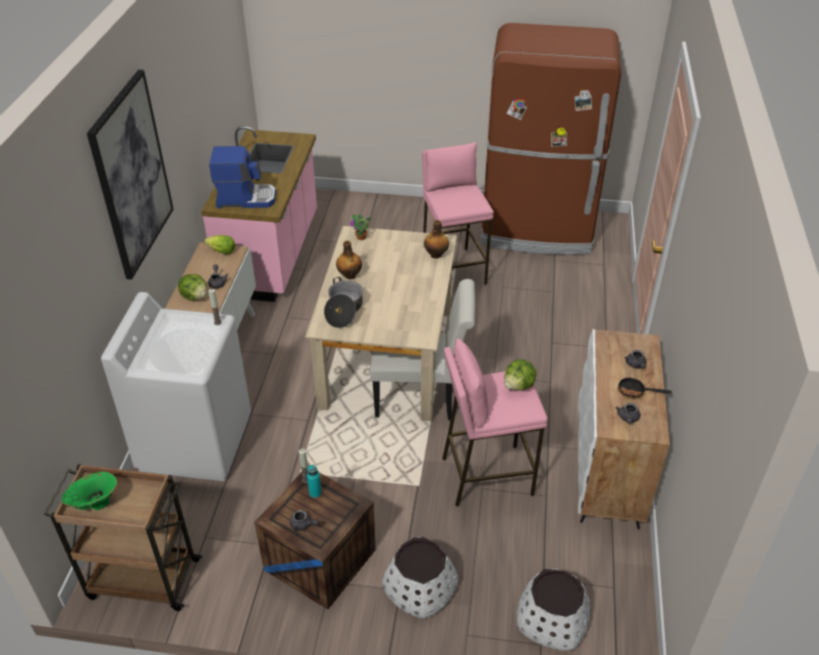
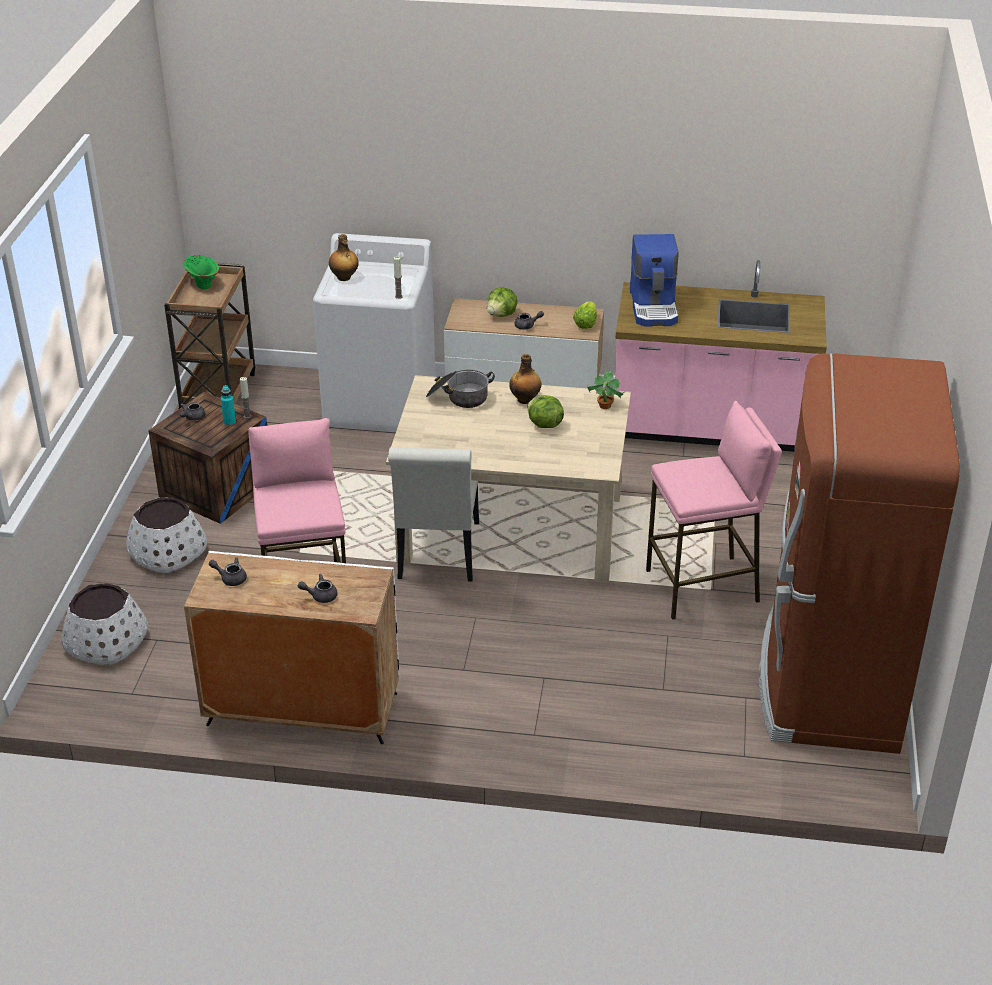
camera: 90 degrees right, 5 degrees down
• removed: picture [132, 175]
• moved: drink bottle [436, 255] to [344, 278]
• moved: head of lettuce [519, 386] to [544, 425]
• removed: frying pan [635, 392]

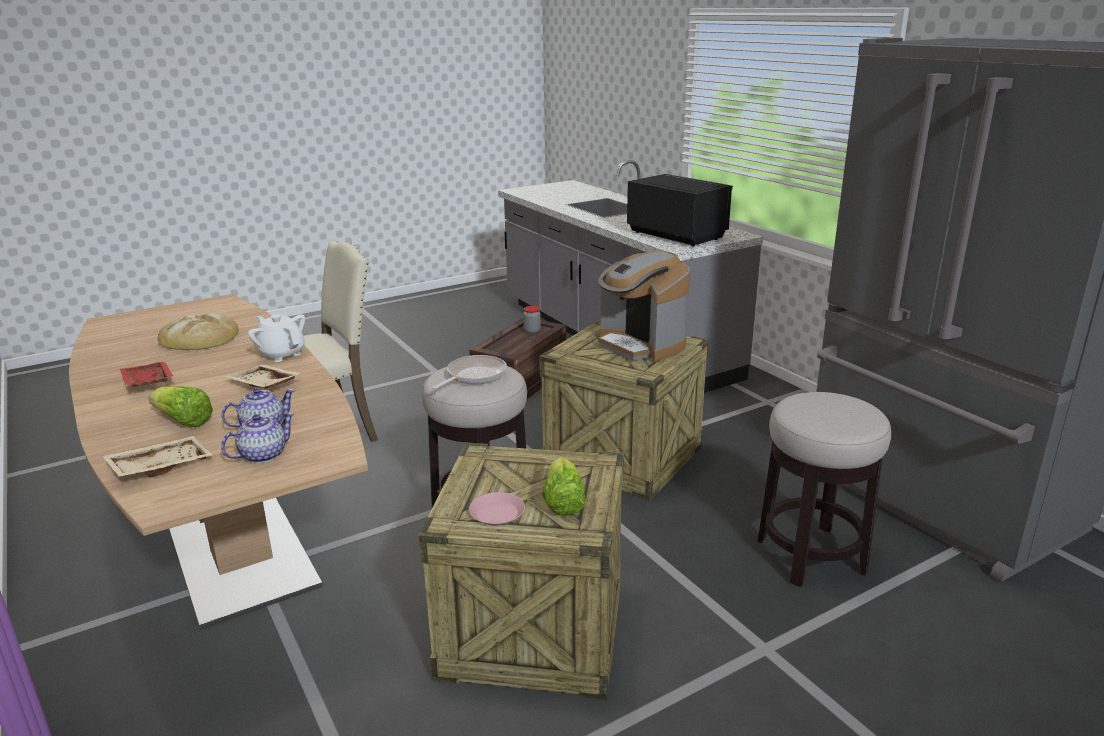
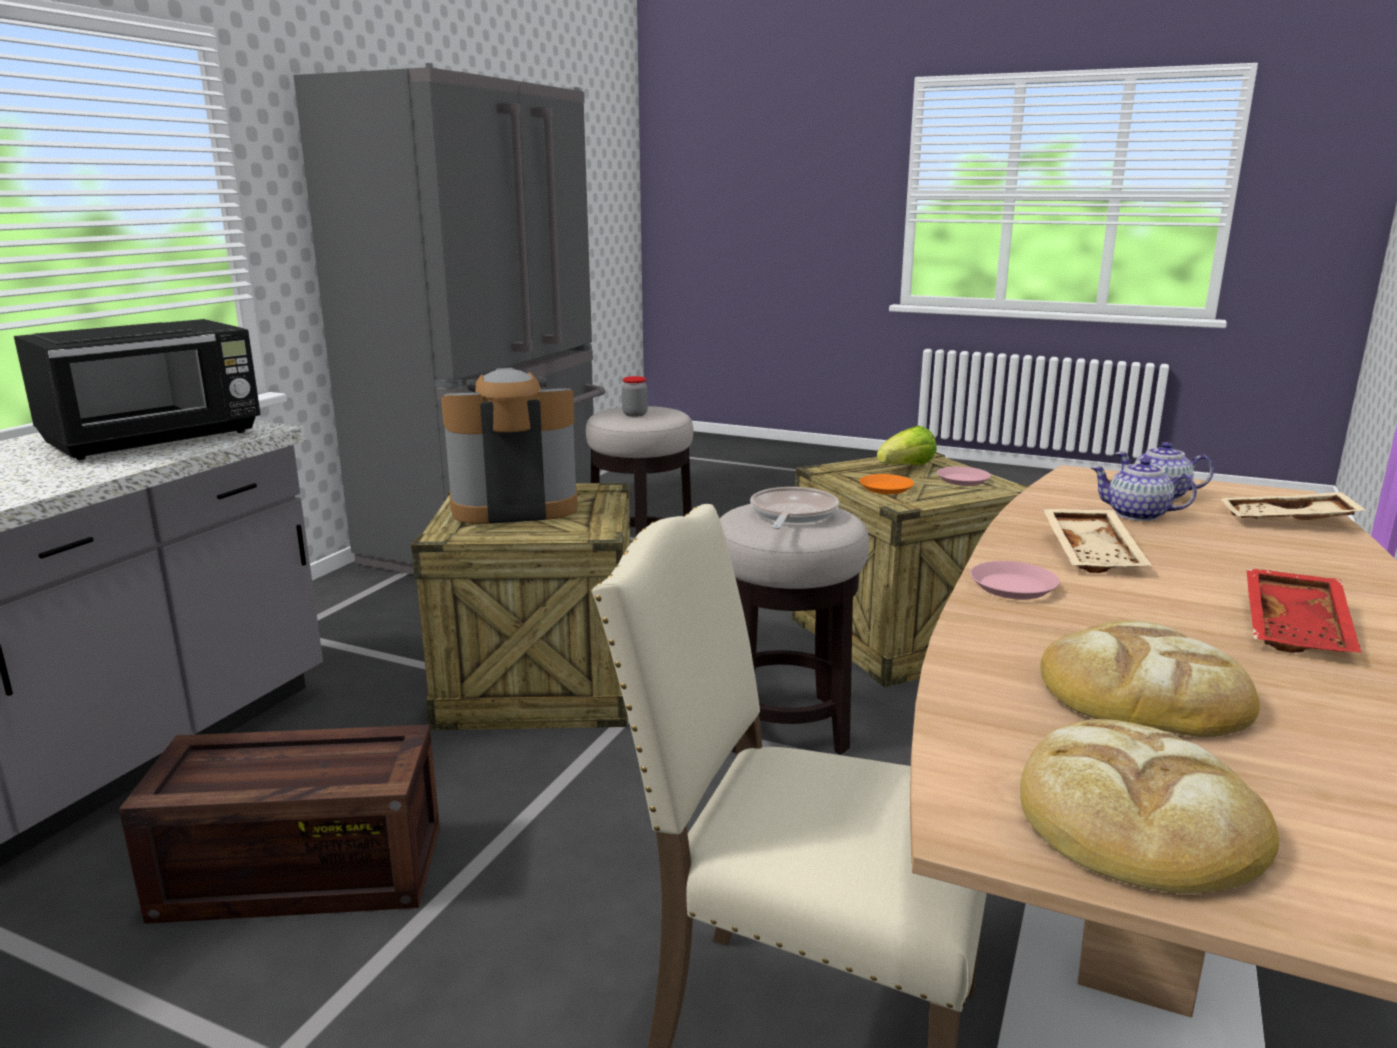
camera: 125 degrees left, 5 degrees down
• removed: head of lettuce [183, 422]
• replaced: white-coloured pot for tea [281, 354] to pink flat dish [1012, 587]
• turned: frying pan [473, 376] = [792, 514] 105 degrees clockwise
• moved: storage jar [532, 331] to [635, 414]
• turned: coffee brewer [640, 345] = [514, 505] 120 degrees counterclockwise
• turned: blackish kitchen microwave [676, 235] = [156, 439] 150 degrees counterclockwise
• added: orange-coloured flat dish [886, 488]
• added: bread [1136, 817]

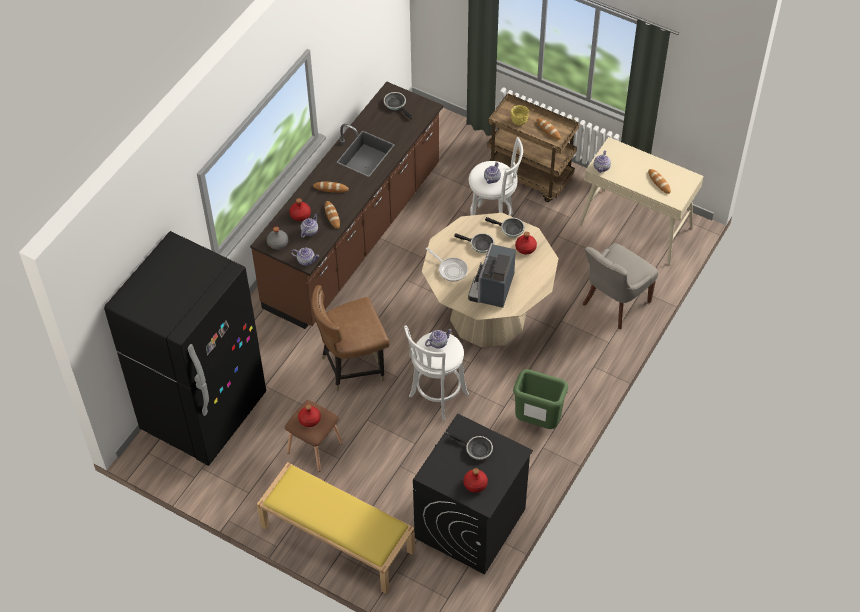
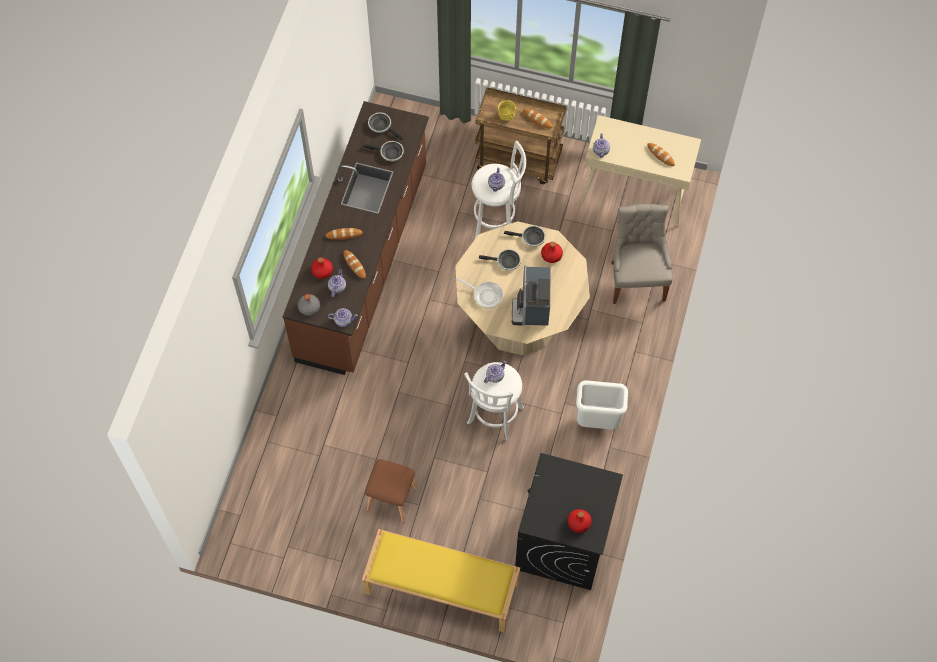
camera: 15 degrees left, 10 degrees up
• removed: blackish kitchen fridge [204, 413]
• removed: red drink bottle [309, 419]
• removed: brown chair [352, 366]
• moved: frying pan [476, 449] to [389, 153]
• recoloured: green trash can [537, 422] to white-coloured trash can [597, 422]
• turned: gray chair [614, 303] = [636, 279] 150 degrees clockwise

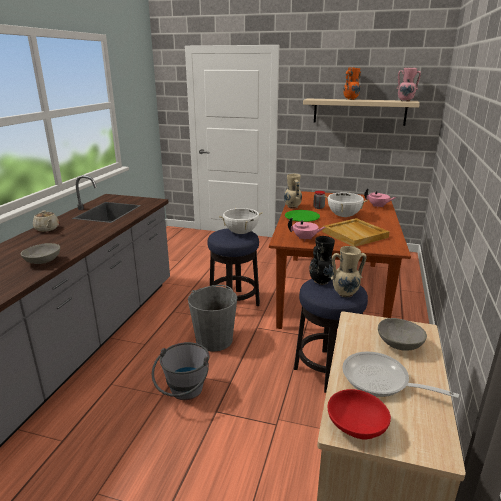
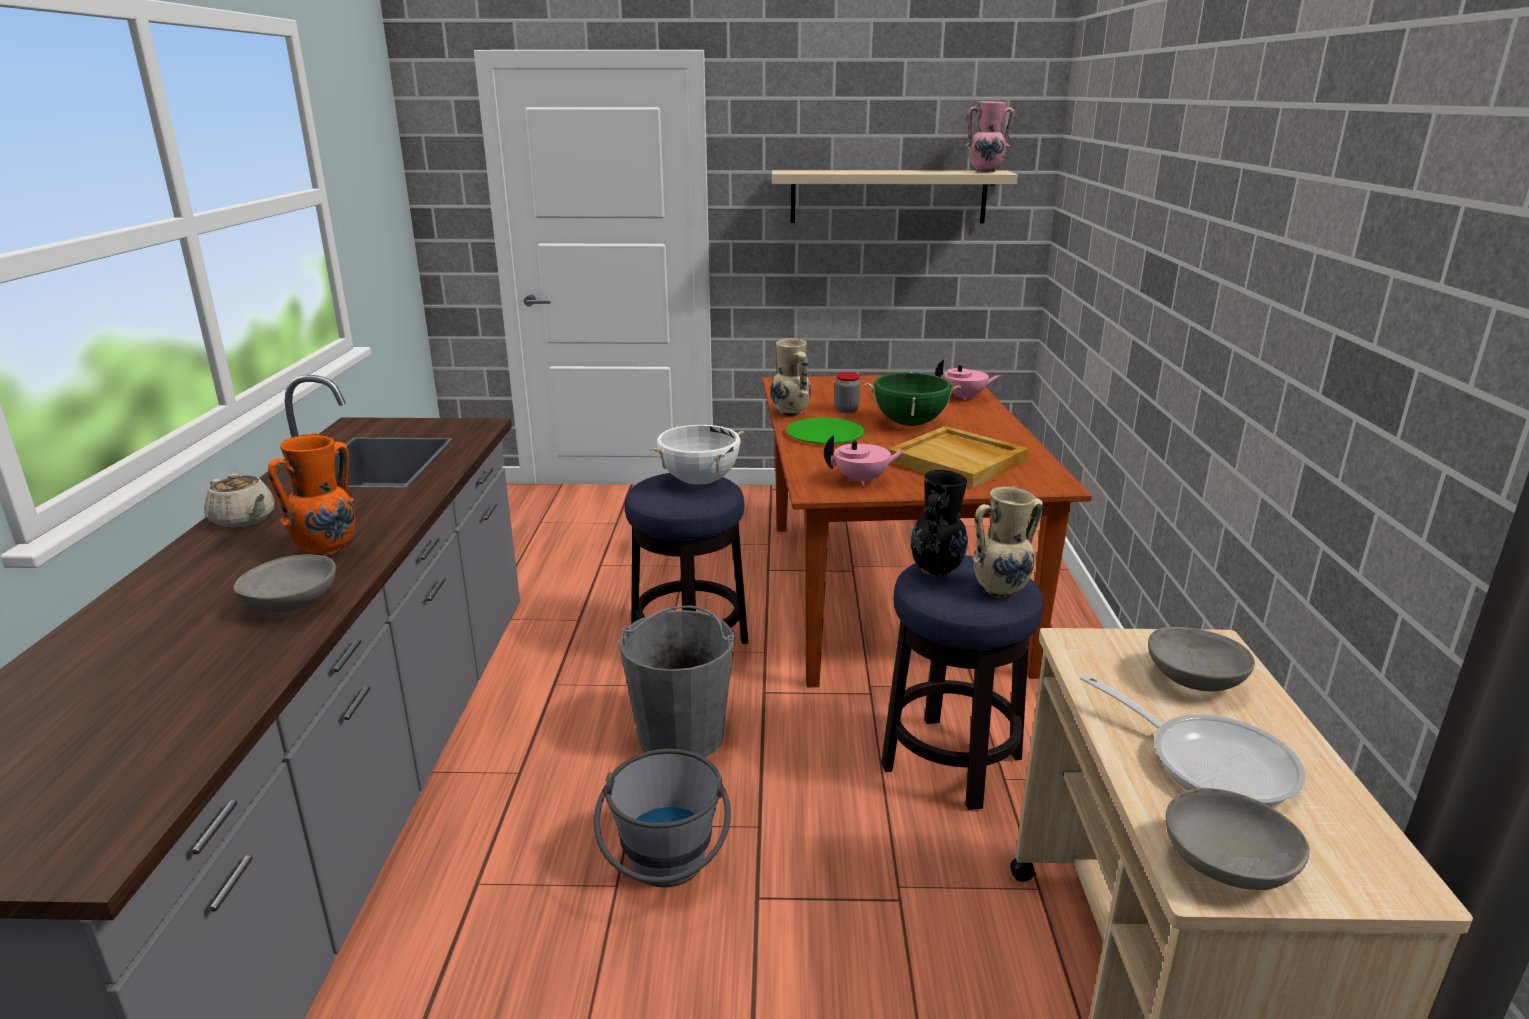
camera: 15 degrees left, 0 degrees up
• recoloured: white-coloured saucepot [343, 216] to green saucepot [909, 424]
• recoloured: red serving bowl [356, 426] to gray serving bowl [1225, 864]
• turned: frying pan [381, 381] = [1209, 762] 150 degrees counterclockwise
• moved: orange-coloured vase [351, 99] to [328, 550]

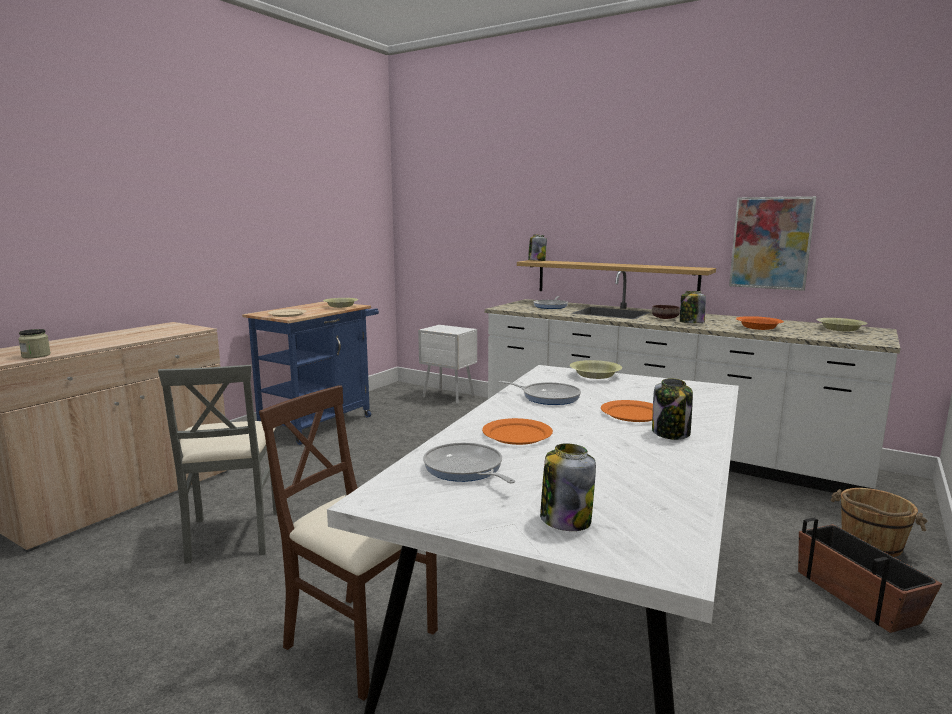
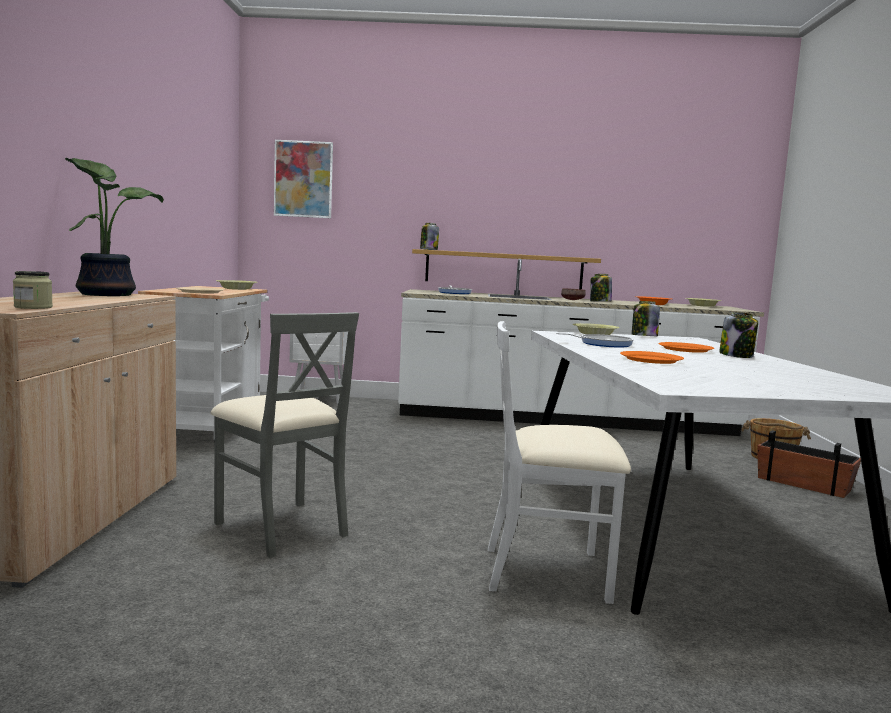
camera: 30 degrees left, 5 degrees down
• recoloured: blue-coloured trolley [322, 422] to white-coloured trolley [211, 429]
• recoloured: brown chair [361, 641] to white-coloured chair [548, 572]
• removed: frying pan [465, 469]
• moved: storage jar [565, 520] to [643, 336]
• moved: picture [771, 243] to [303, 179]
• added: potted plant [107, 294]

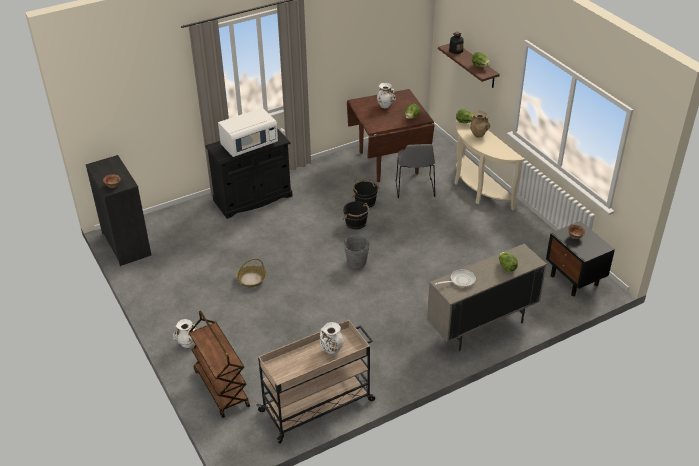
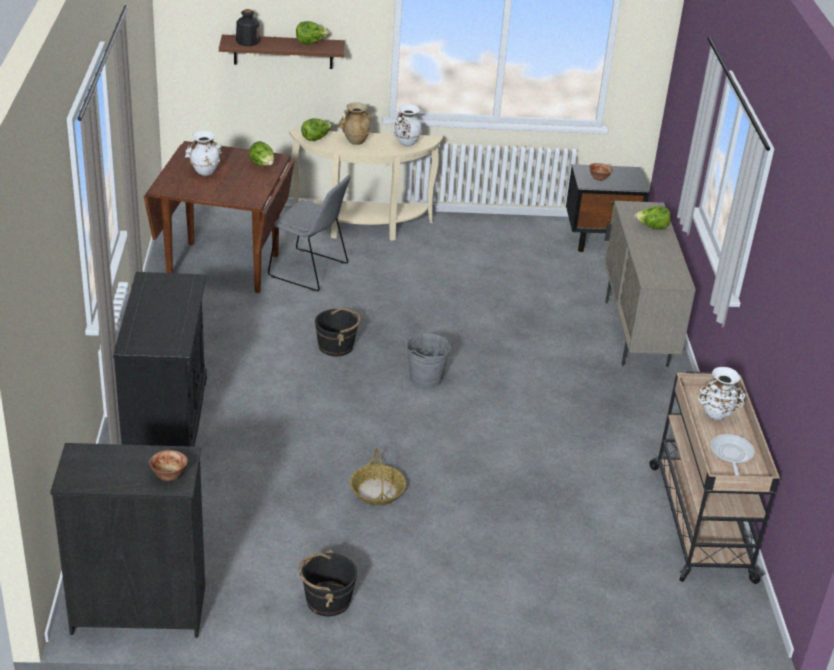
camera: 65 degrees left, 5 degrees down
• moved: white-coloured vase [187, 343] to [406, 143]
• removed: brown trolley [221, 388]
• removed: white-coloured kitchen microwave [249, 145]
• moved: blackish bucket [365, 202] to [327, 600]
• moved: frying pan [460, 281] to [731, 455]

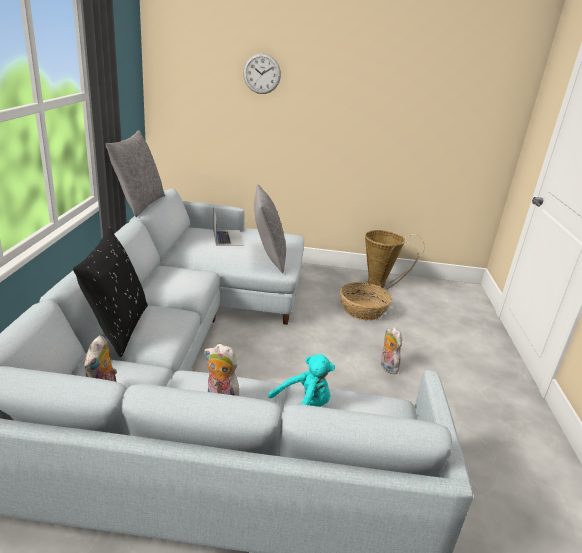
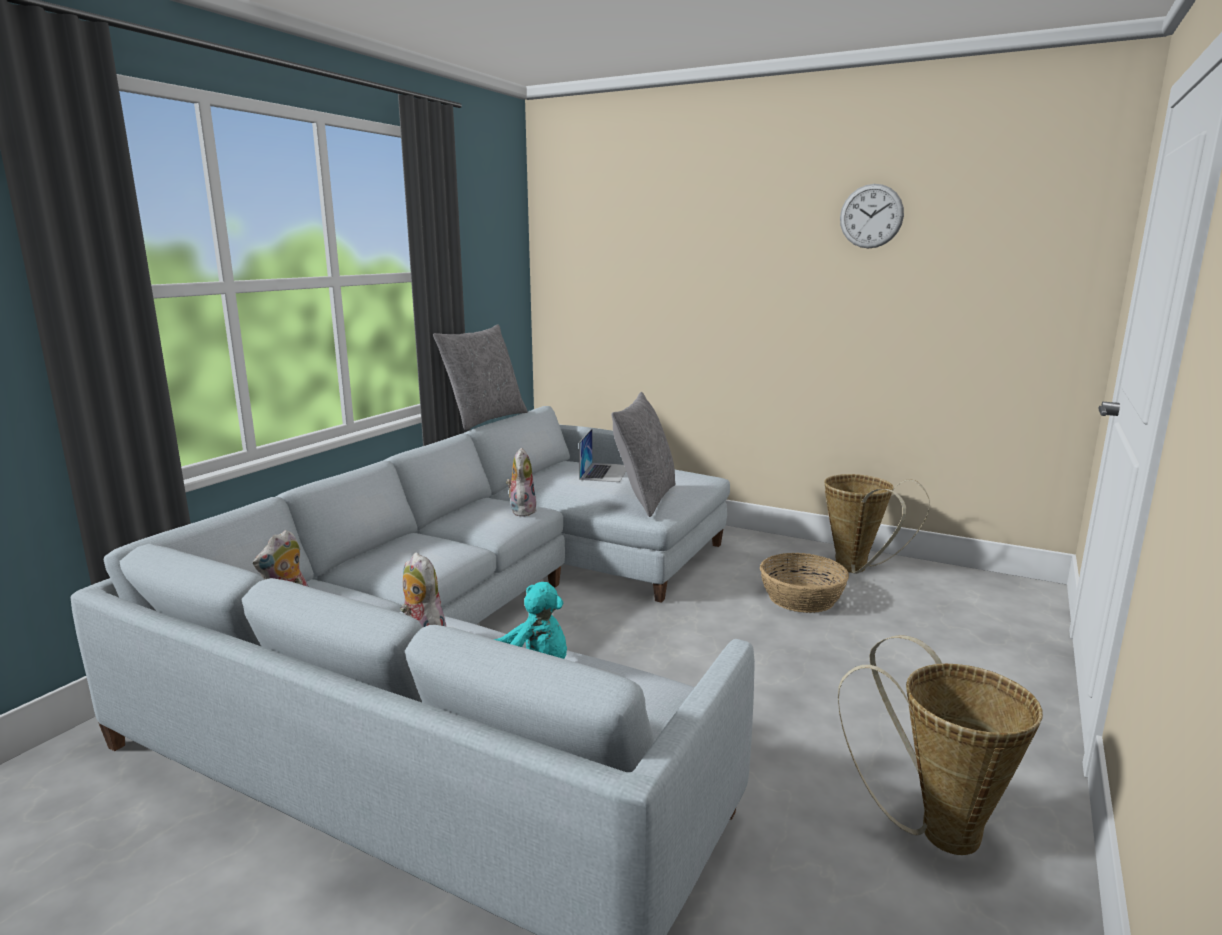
camera: 25 degrees right, 10 degrees down
• removed: blackish cushion [117, 328]
• moved: clock on the wall [262, 73] to [871, 216]
• moved: cuddly toy [387, 367] to [521, 510]
• added: basket [935, 829]

